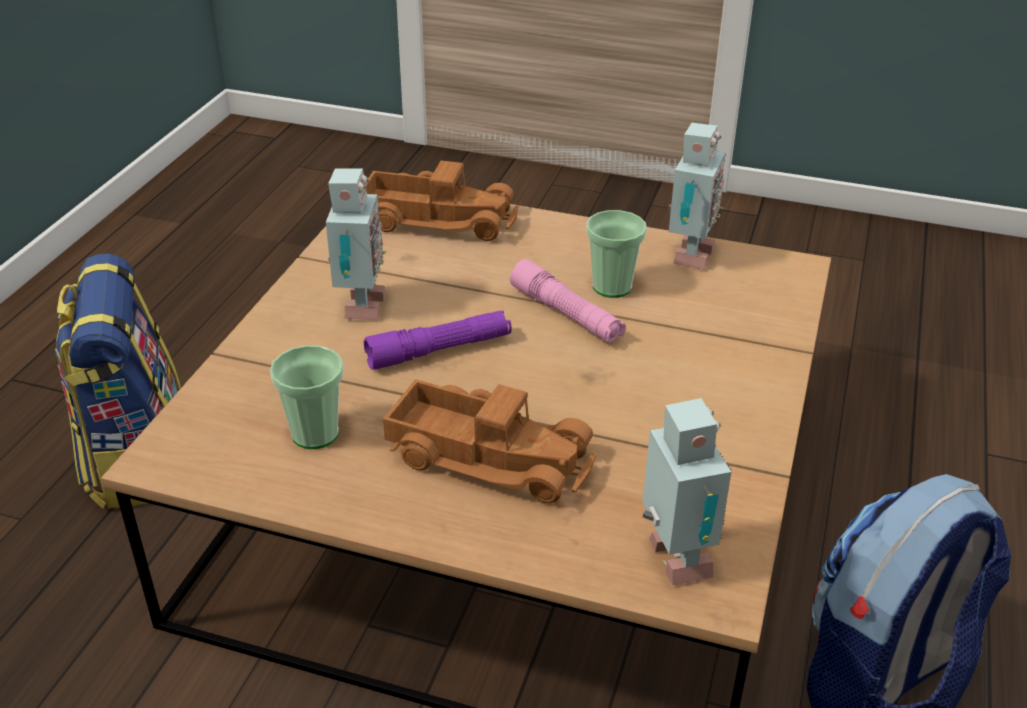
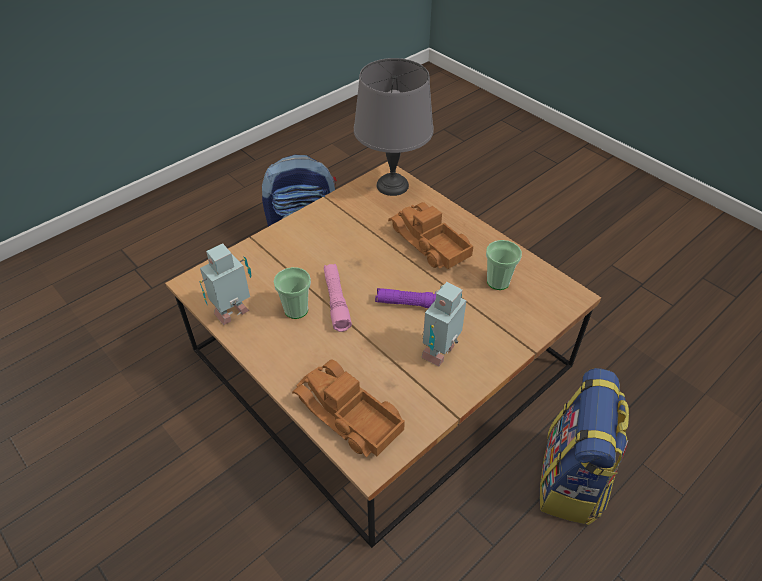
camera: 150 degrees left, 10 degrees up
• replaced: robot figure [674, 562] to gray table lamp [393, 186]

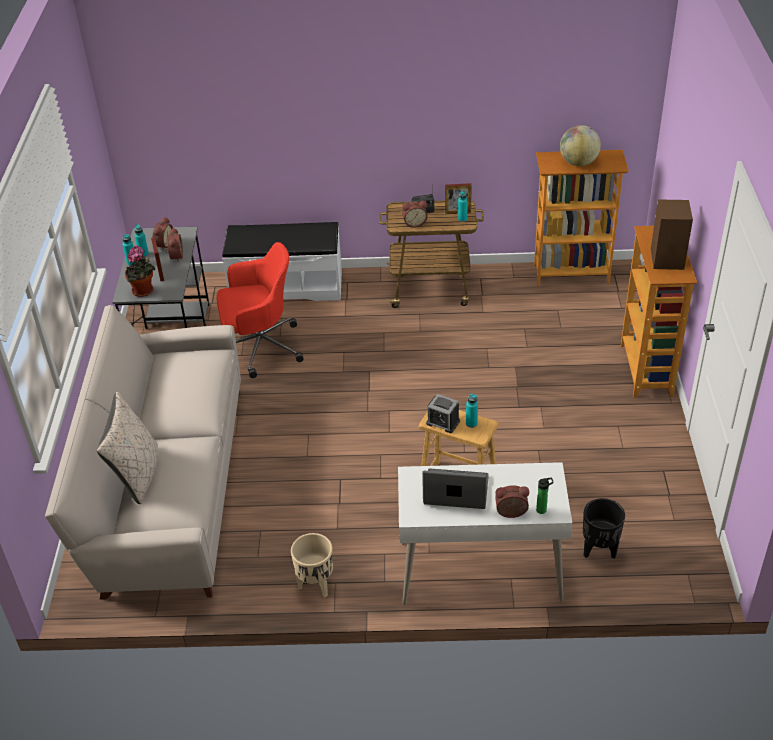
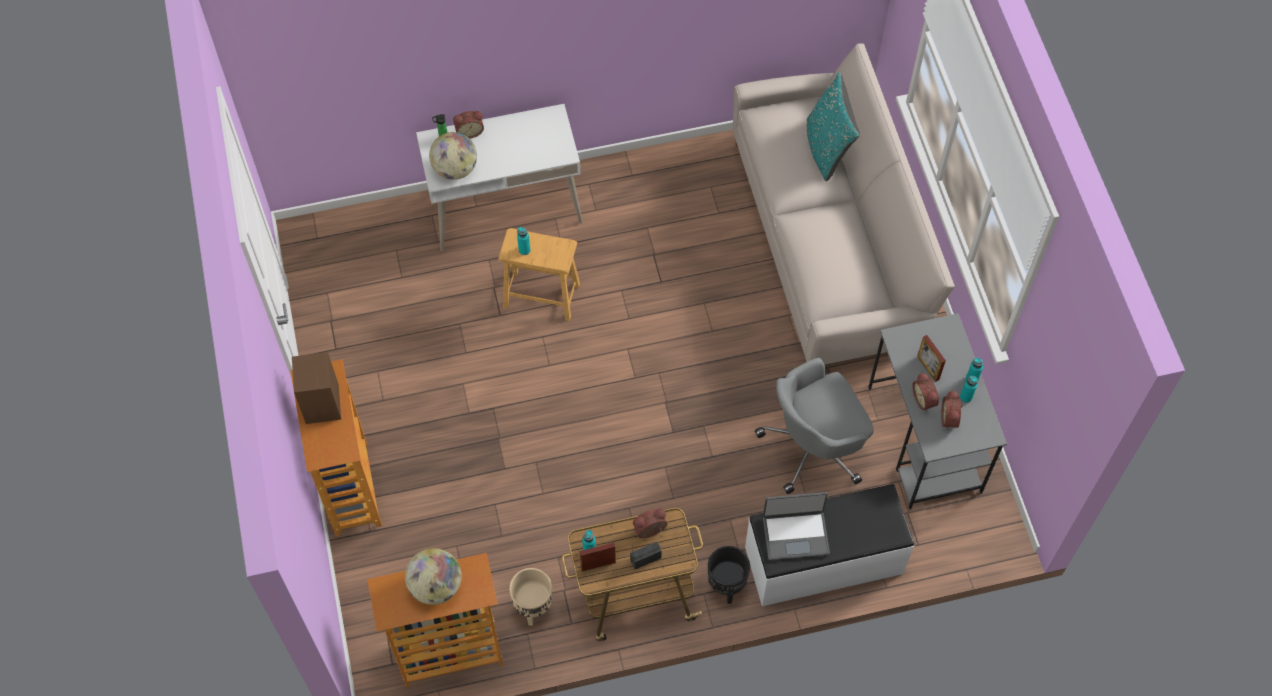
camera: 165 degrees right, 20 degrees up
• recoloured: beige cushion [137, 474] to blue-green cushion [827, 148]
• removed: potted plant [144, 291]
• recoloured: red desk chair [260, 347] to gray desk chair [814, 446]
• moved: beige planter [316, 585] to [533, 608]
• moved: laptop [455, 492] to [795, 534]
• removed: table clock [443, 422]
• moved: blackish planter [599, 550] to [726, 587]
• added: world globe [455, 169]

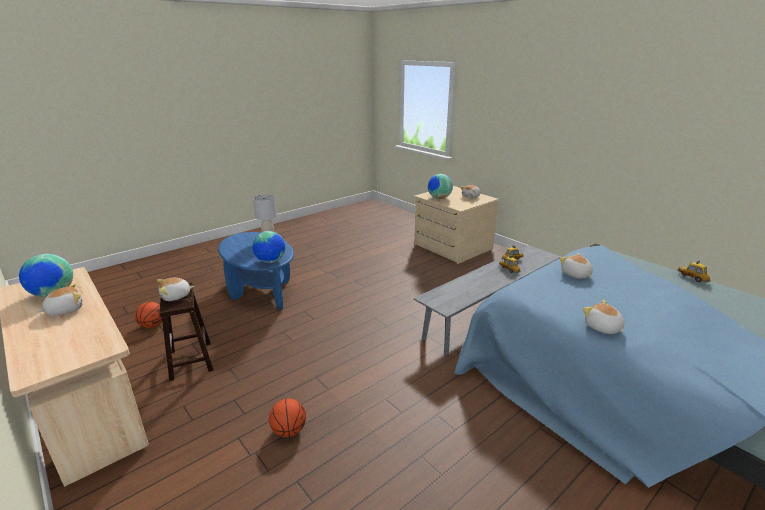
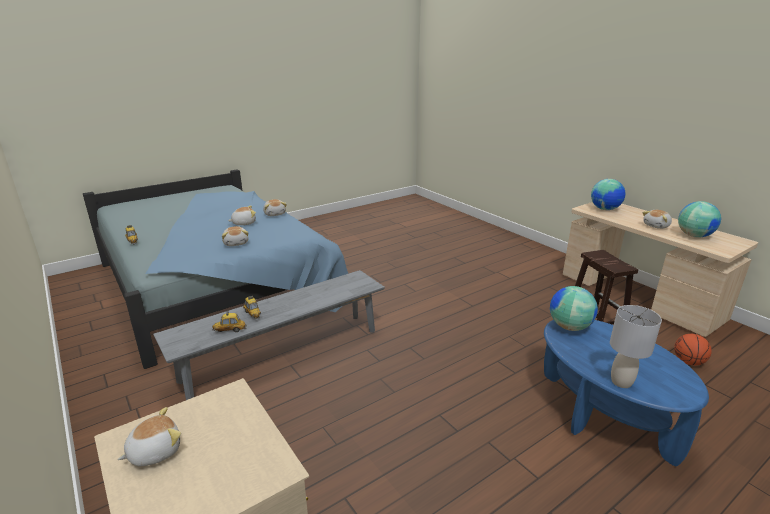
camera: 175 degrees left, 0 degrees up
• moved: cuddly toy [176, 296] to [244, 223]
• removed: ball for basketball [288, 431]
• moved: world globe [439, 198] to [605, 209]

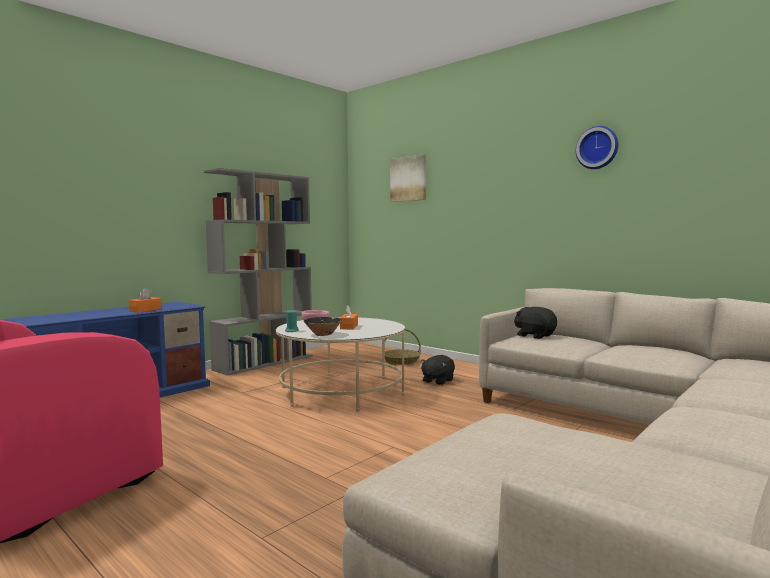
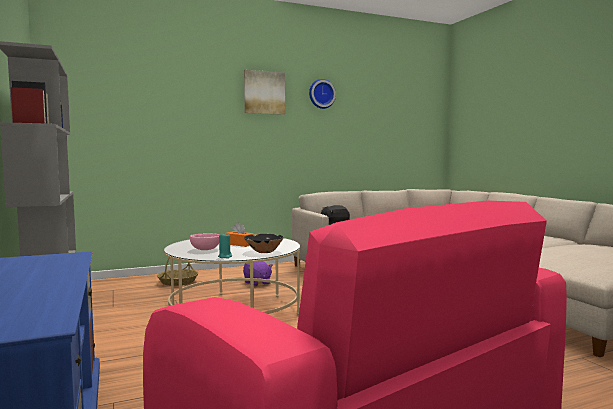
camera: 65 degrees left, 0 degrees up
• removed: orange-coloured tissue box [145, 310]
• moved: picture [408, 179] to [264, 92]
• recoloured: blackish cuddly toy [437, 381] to purple-coloured cuddly toy [257, 283]

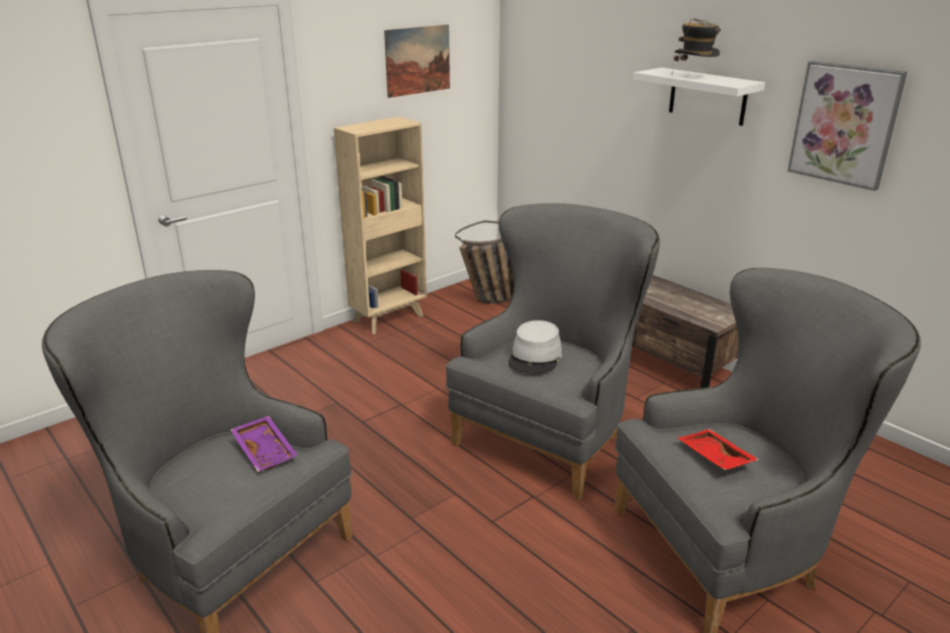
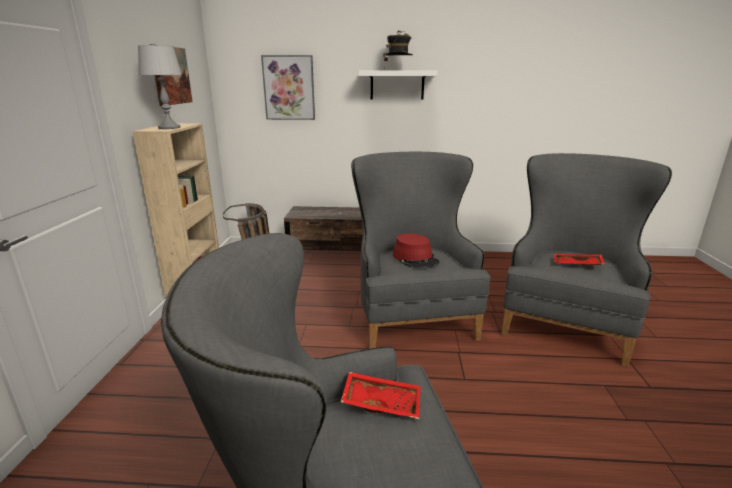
camera: 45 degrees left, 5 degrees down
• recoloured: purple-coloured carrying tray [266, 450] to red carrying tray [382, 402]
• recoloured: gray wearable hat [535, 357] to red wearable hat [415, 258]
• moved: picture [844, 124] to [289, 88]
• added: gray table lamp [169, 128]

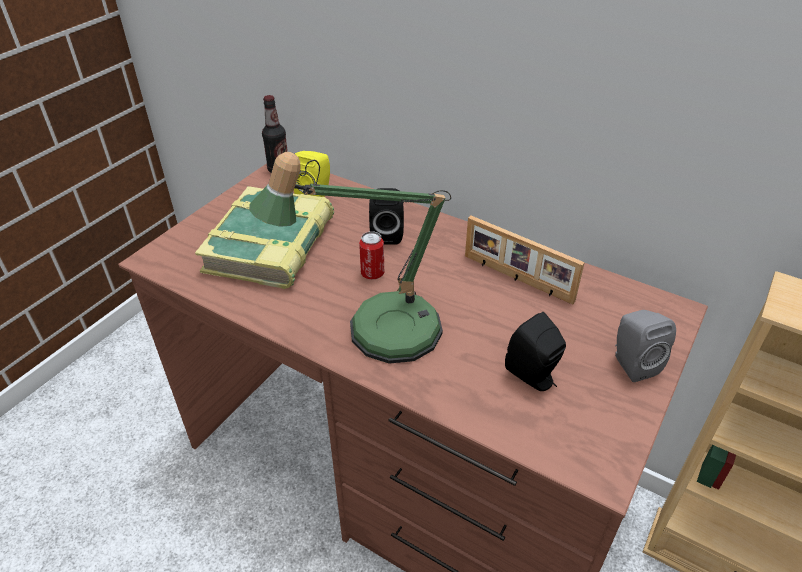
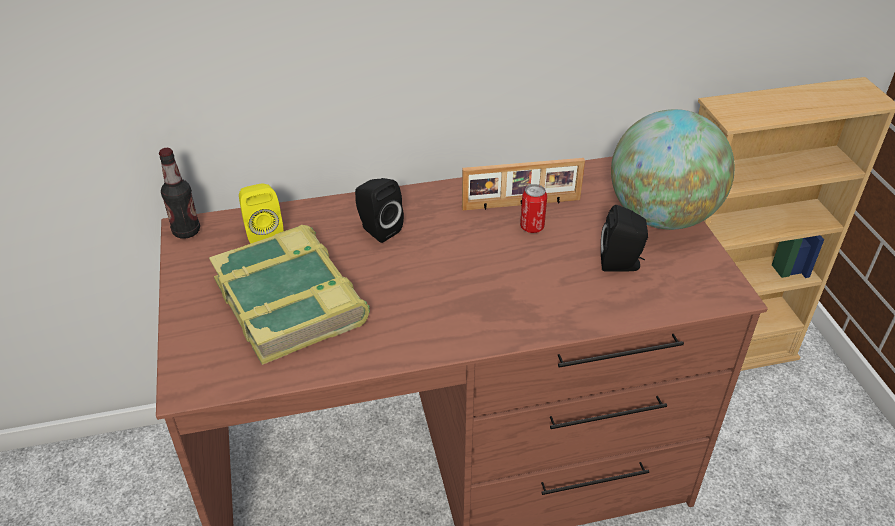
camera: 45 degrees left, 0 degrees up
• removed: table lamp [378, 331]
• moved: can [372, 273] to [532, 227]
• replaced: gray speaker [631, 364] to world globe [661, 216]

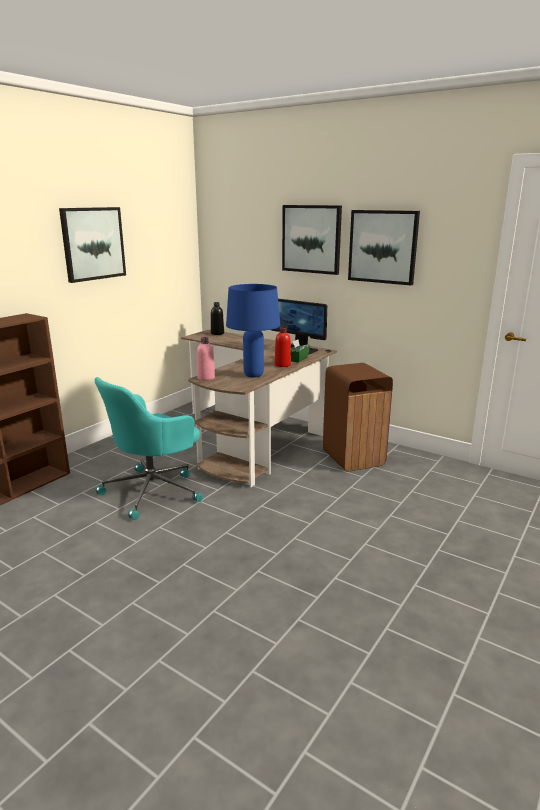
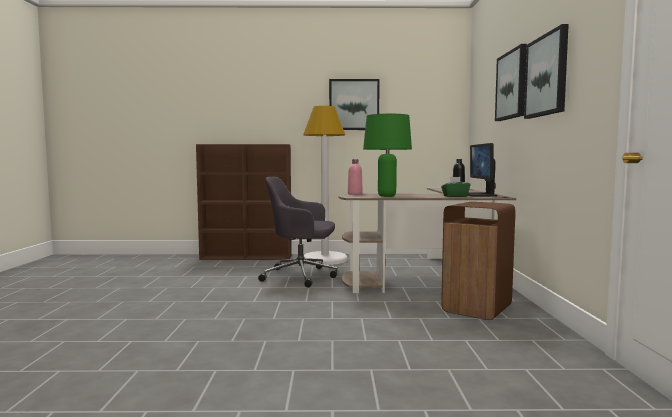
camera: 55 degrees right, 15 degrees down
• recoloured: blue-green desk chair [153, 491] to gray desk chair [301, 276]
• recoloured: blue-coloured table lamp [253, 375] to green table lamp [386, 196]
• removed: red drink bottle [282, 365]
• added: white-coloured floor lamp [325, 260]

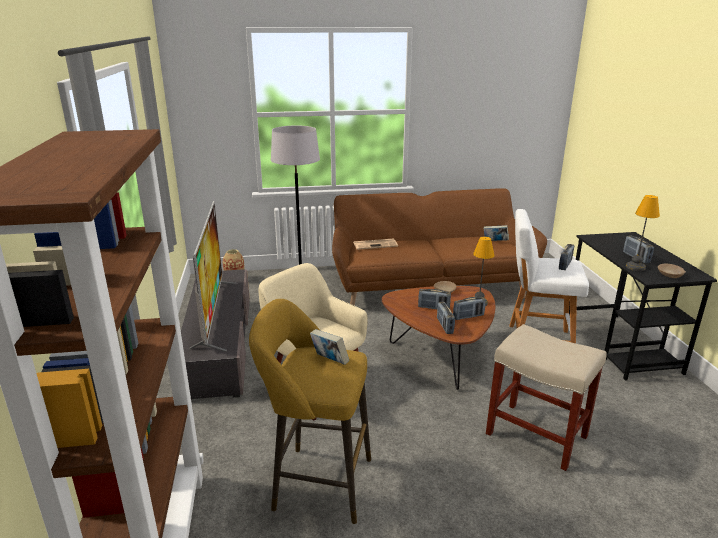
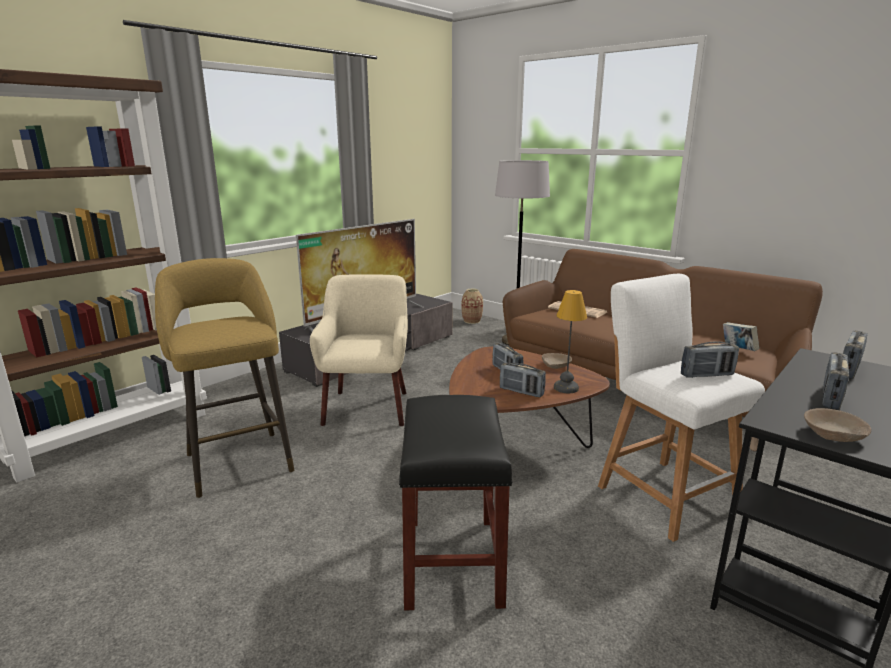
camera: 50 degrees right, 5 degrees down
• removed: book [329, 361]
• moved: radio receiver [444, 326] to [849, 370]
• recoloured: beige stool [538, 435] to blackish stool [453, 562]
• removed: table lamp [636, 267]

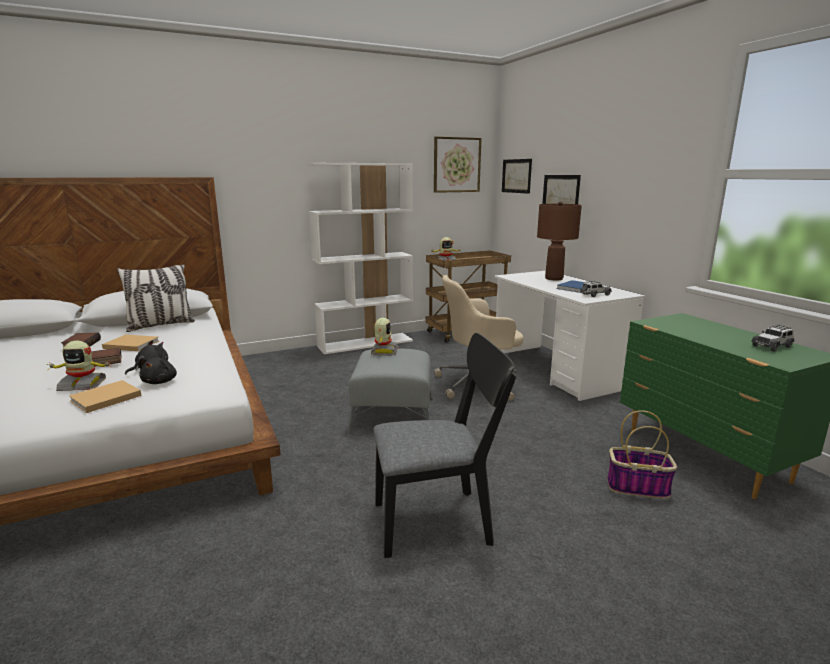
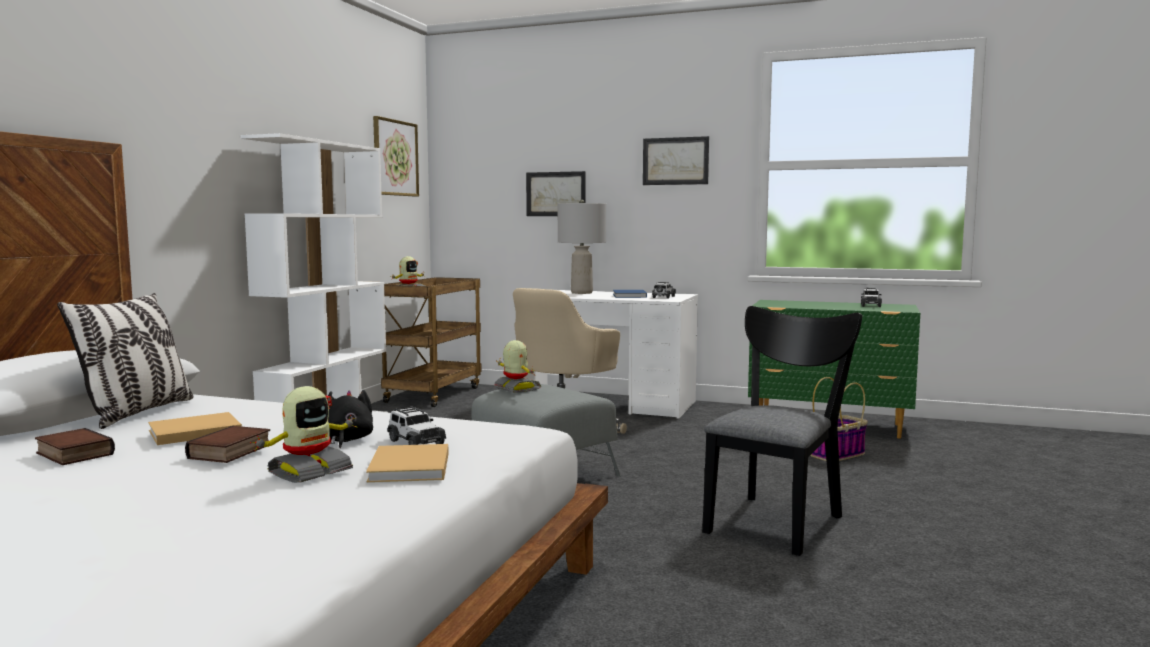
camera: 45 degrees left, 10 degrees down
• replaced: blackish cuddly toy [161, 382] to miniature car [415, 442]
• moved: picture [516, 176] to [675, 161]
• recoloured: brown table lamp [553, 278] to gray table lamp [581, 293]

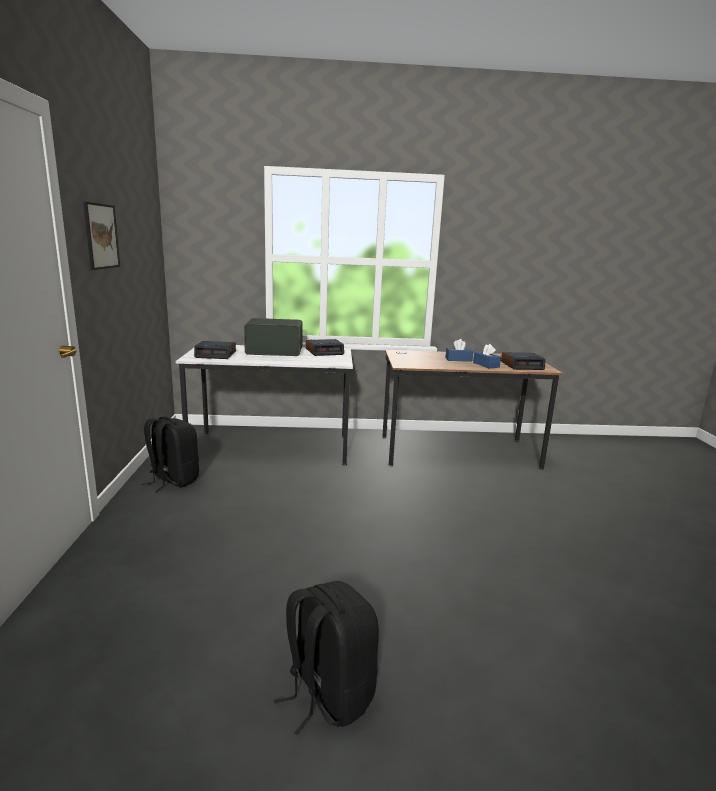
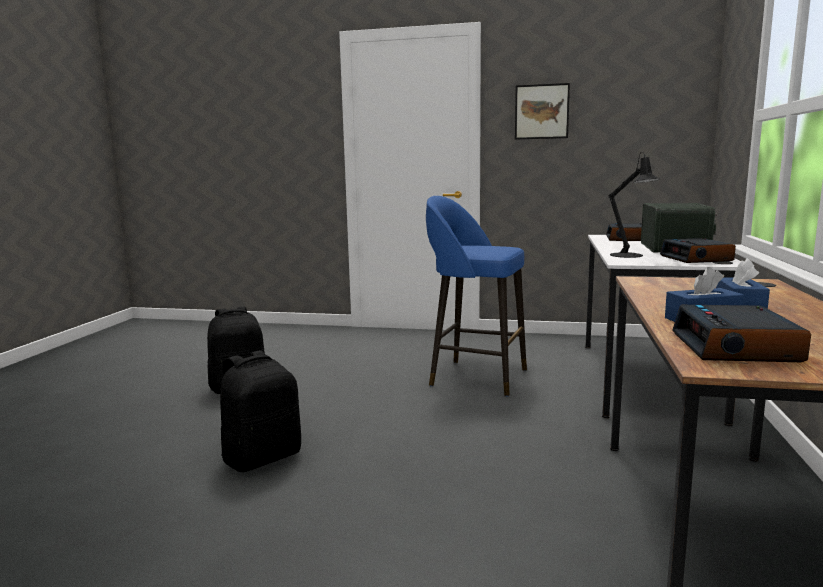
camera: 105 degrees right, 5 degrees down
• moved: blackish backpack [173, 480] to [262, 457]
• added: blue-coloured stool [475, 377]
• added: blackish table lamp [629, 256]

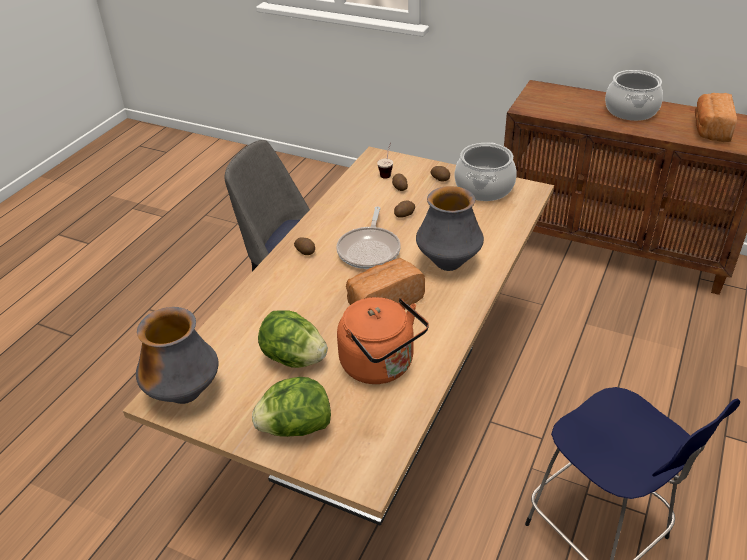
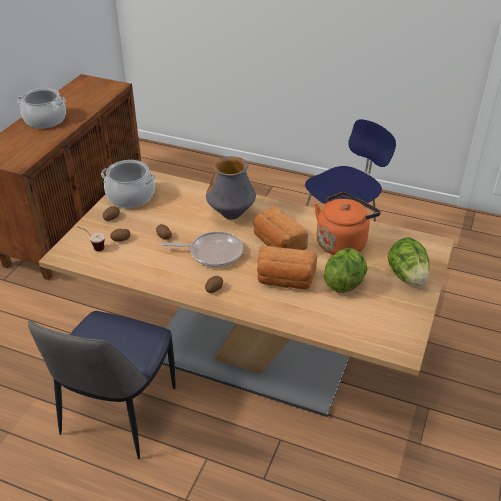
camera: 95 degrees left, 0 degrees up
• removed: vase [185, 394]
• moved: bread [710, 129] to [285, 280]

